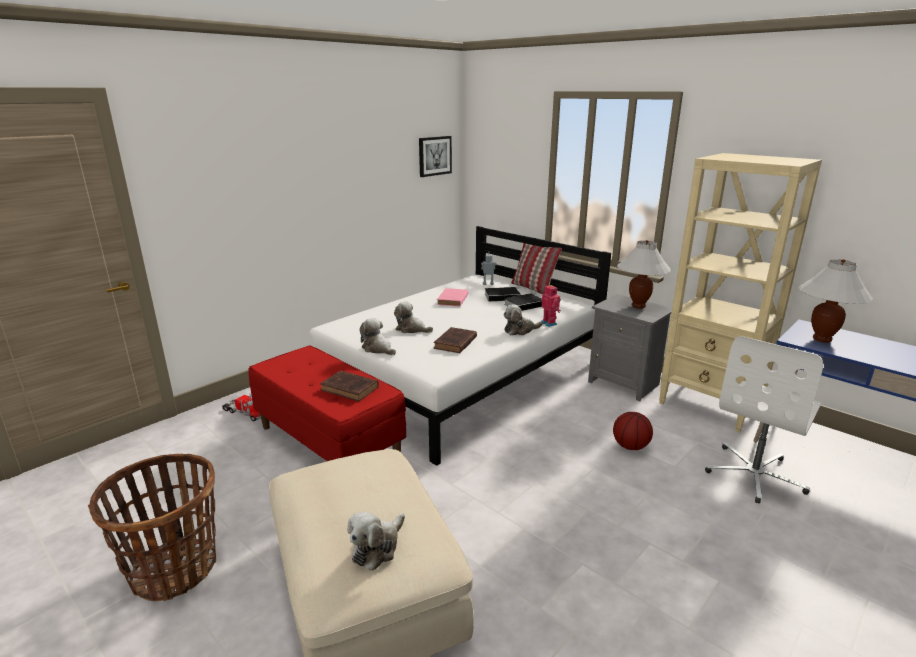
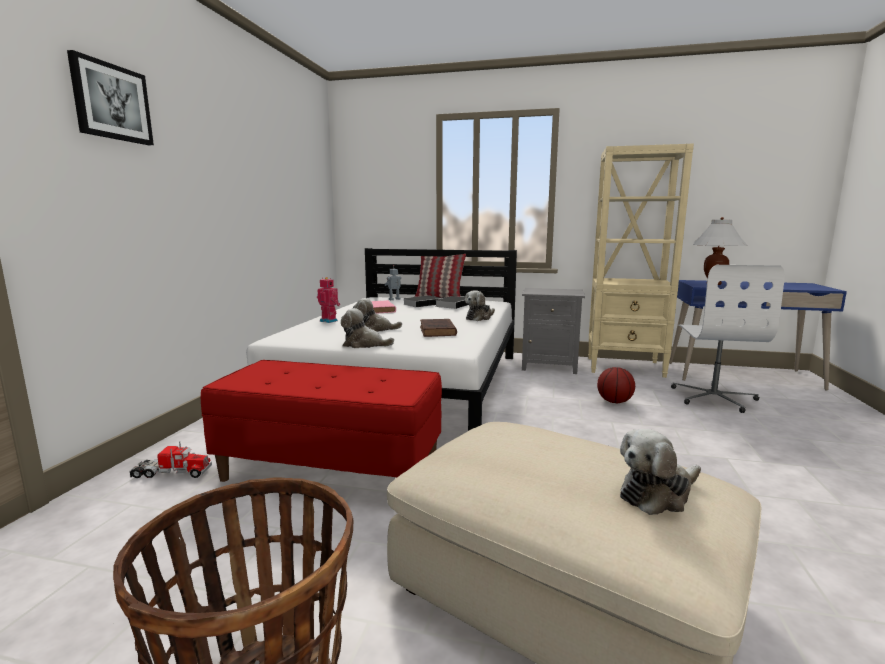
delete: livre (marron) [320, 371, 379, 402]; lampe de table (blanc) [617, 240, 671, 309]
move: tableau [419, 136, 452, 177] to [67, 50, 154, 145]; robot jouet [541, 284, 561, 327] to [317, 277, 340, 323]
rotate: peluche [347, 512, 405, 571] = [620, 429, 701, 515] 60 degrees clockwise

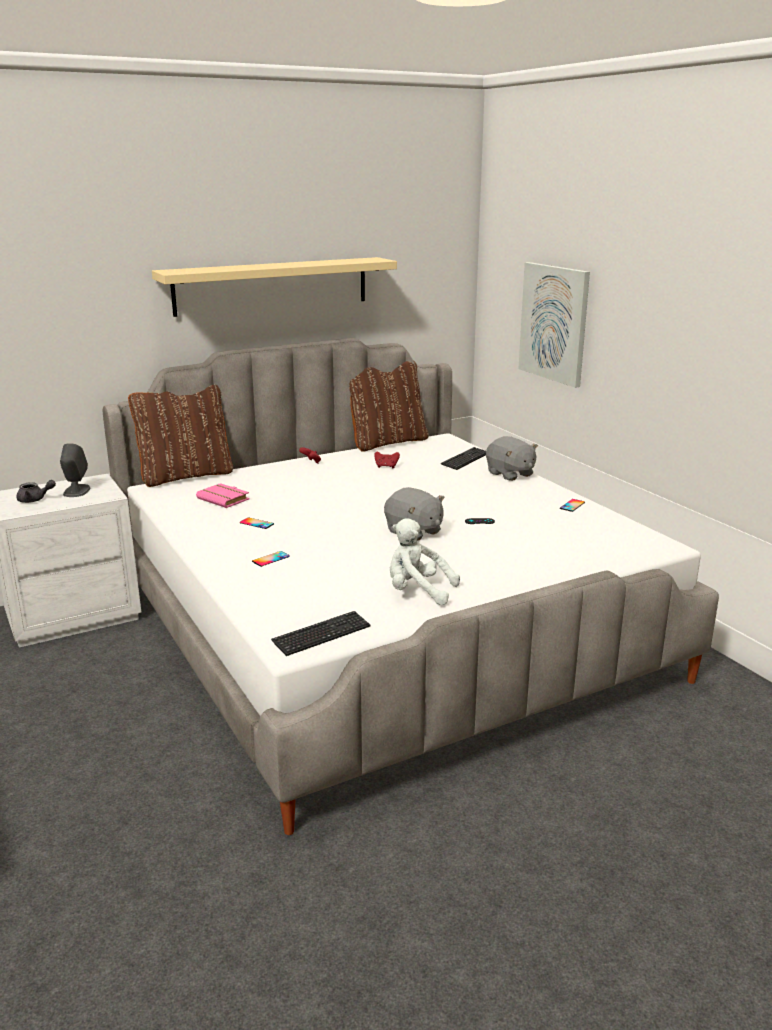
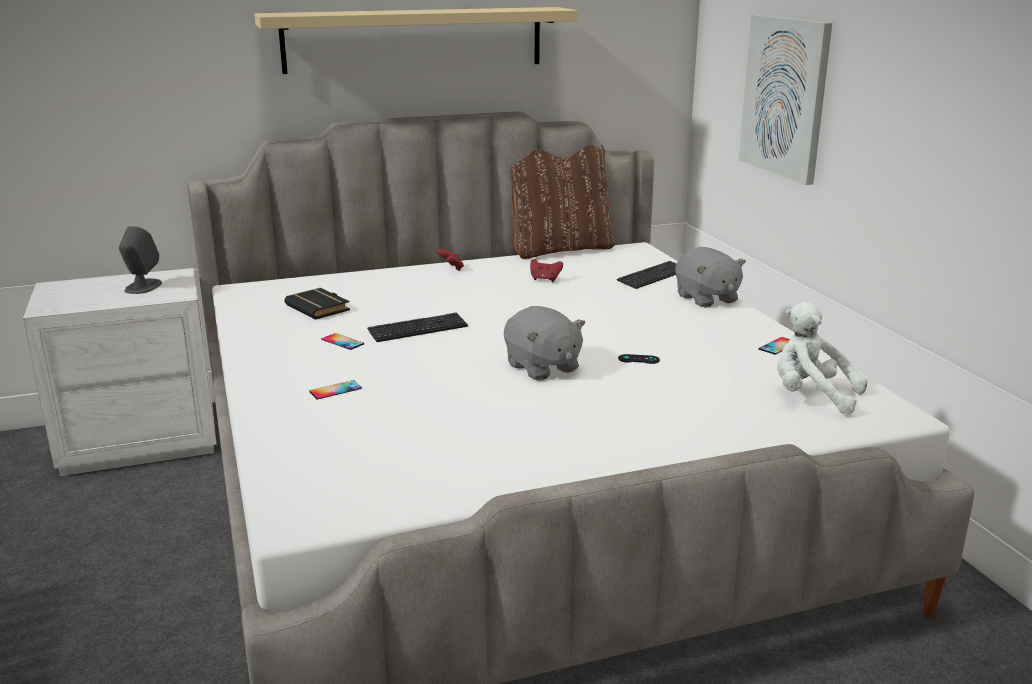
delete: théière (gris) [16, 480, 56, 503]; coussin (marron) [128, 385, 233, 487]
move: clavier [271, 611, 371, 656] to [367, 313, 468, 342]; peluche (blanc) [390, 519, 460, 605] to [777, 302, 867, 414]
recolor: livre (rose) [196, 483, 249, 508] to livre (noir) [284, 288, 350, 320]

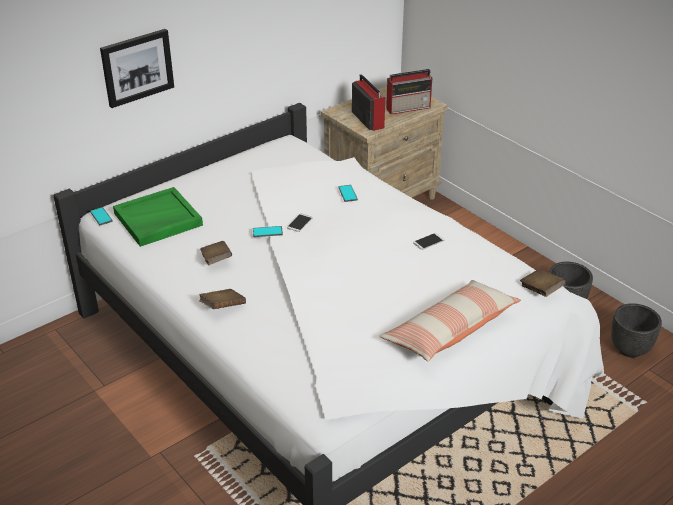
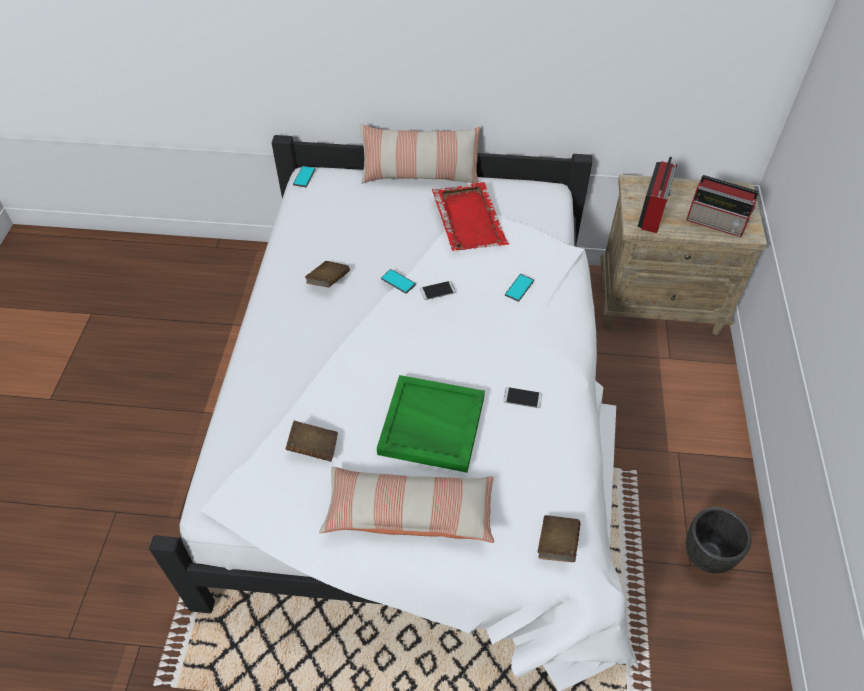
delete: tableau [100, 29, 174, 108]; cache-pot (noir) [611, 303, 662, 358]
insert: coussin [360, 124, 481, 184]; plateau (rouge) [432, 182, 509, 251]
move: livre (marron) [199, 289, 246, 309] to [286, 421, 338, 462]; plateau (vert) [113, 187, 203, 247] to [377, 375, 485, 473]

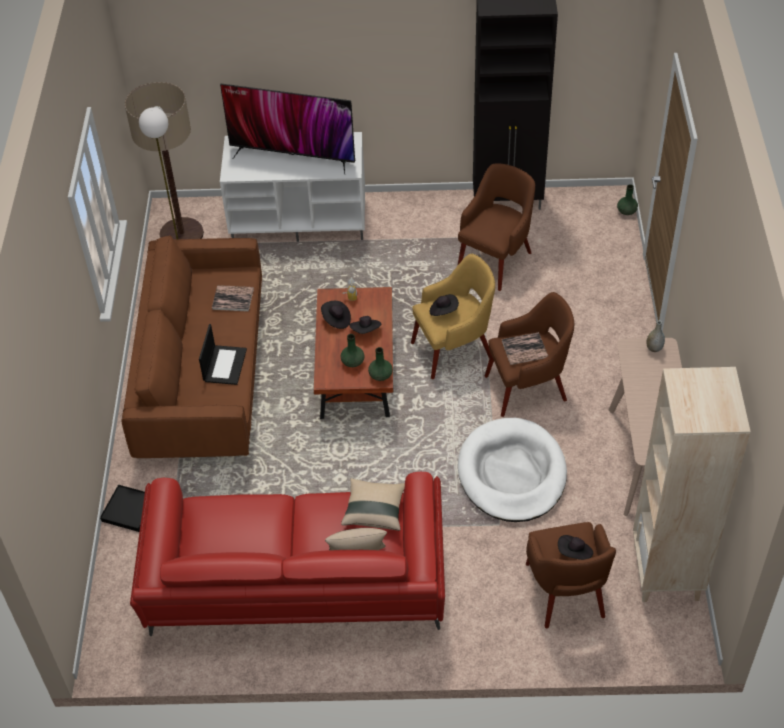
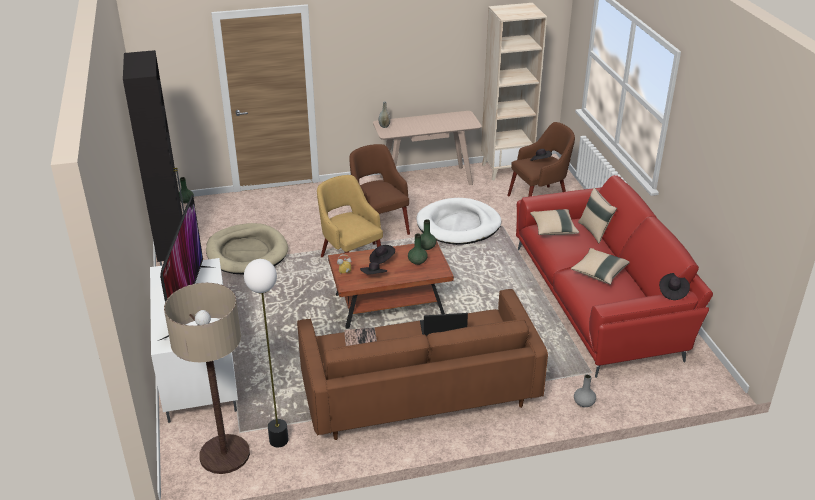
delete: livre [502, 332, 548, 365]
insert: coussin (beige) [571, 248, 630, 285]
move: chapeau (noir) [430, 294, 459, 316] to [659, 273, 690, 300]
replace: fauteuil (marron) [457, 163, 535, 291] to panier pour chien (beige) [206, 223, 288, 275]; plateau (noir) [100, 485, 145, 532] to vase (gris) [574, 374, 596, 407]

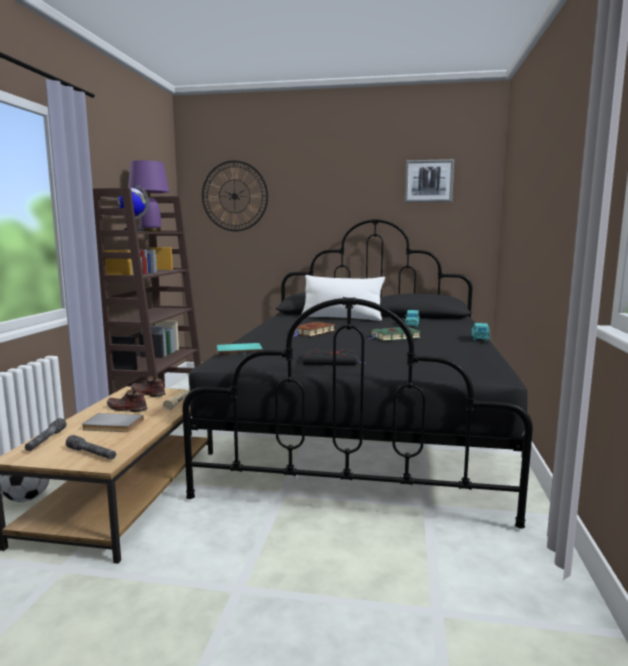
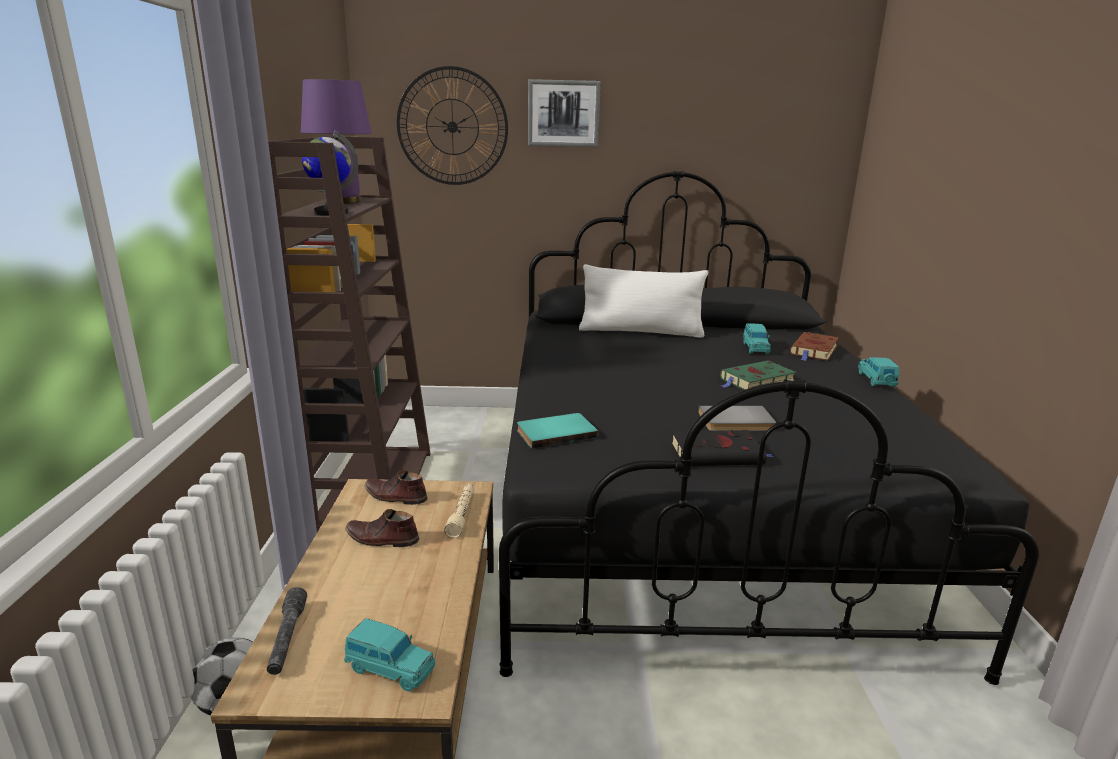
move: tableau [405, 159, 454, 202] to [528, 79, 601, 147]; livre (gris) [82, 413, 144, 432] to [698, 406, 776, 431]; livre (marron) [293, 322, 335, 337] to [790, 332, 839, 361]
replace: lampe de poche (gris) [66, 435, 116, 460] to petite voiture (turquoise) [344, 618, 435, 692]

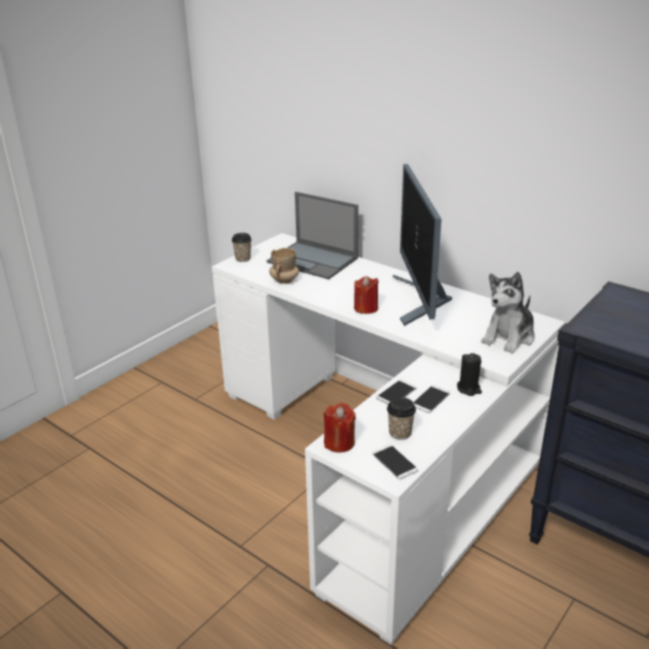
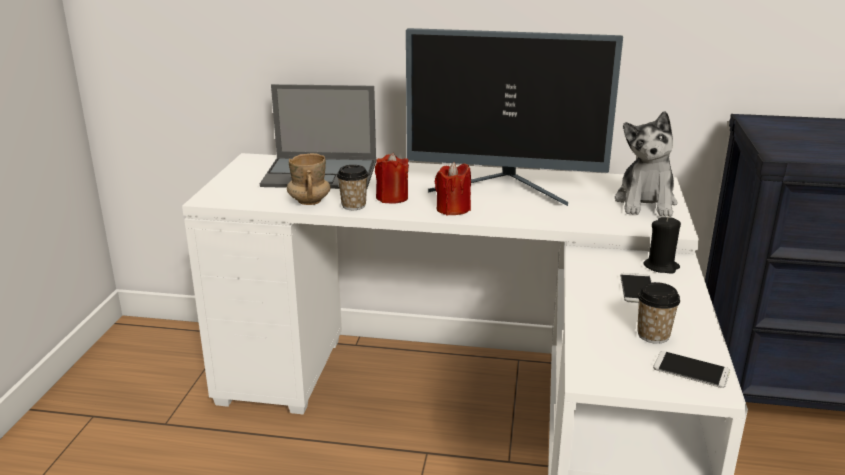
delete: téléphone [376, 380, 417, 404]
move: tasse [232, 233, 252, 262] to [337, 165, 368, 210]; bougie (rouge) [324, 403, 356, 452] to [375, 153, 409, 204]
rotate: écran d'ordinateur [392, 164, 452, 326] = [406, 28, 623, 206] 45 degrees counterclockwise

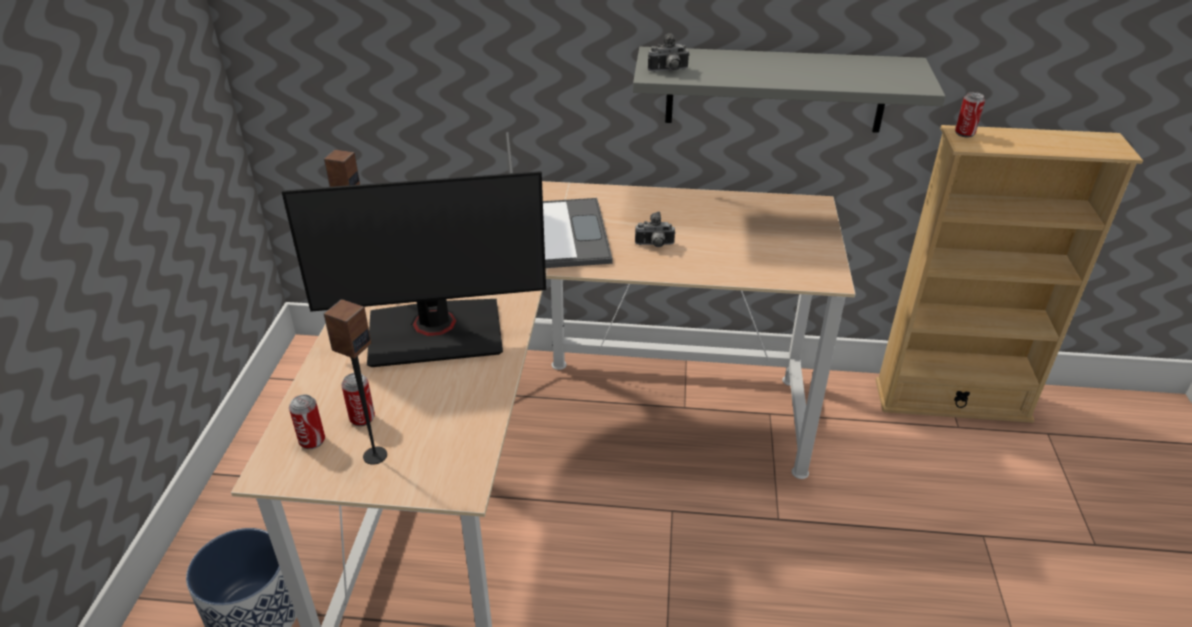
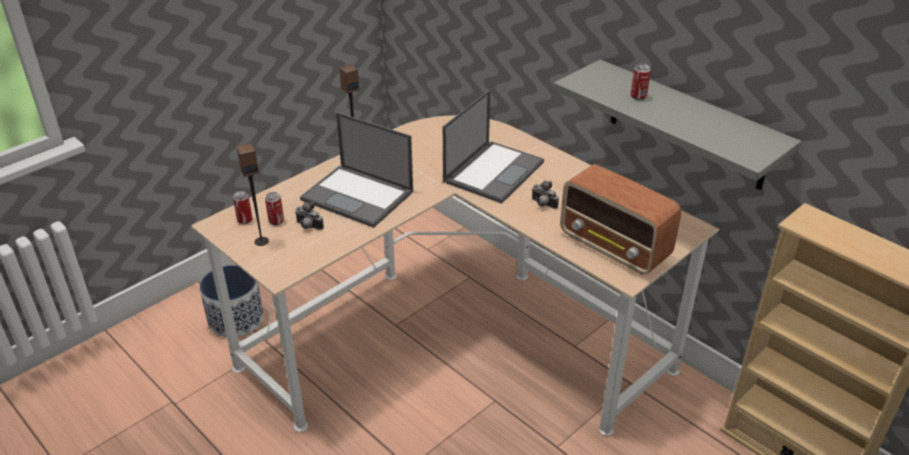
insert: radio [560, 164, 681, 275]
move: appareil photo [648, 33, 690, 72] to [295, 202, 324, 230]; boîte métallique [955, 92, 985, 137] to [631, 63, 651, 100]
replace: écran d'ordinateur [282, 171, 546, 367] to ordinateur portable [300, 112, 413, 228]

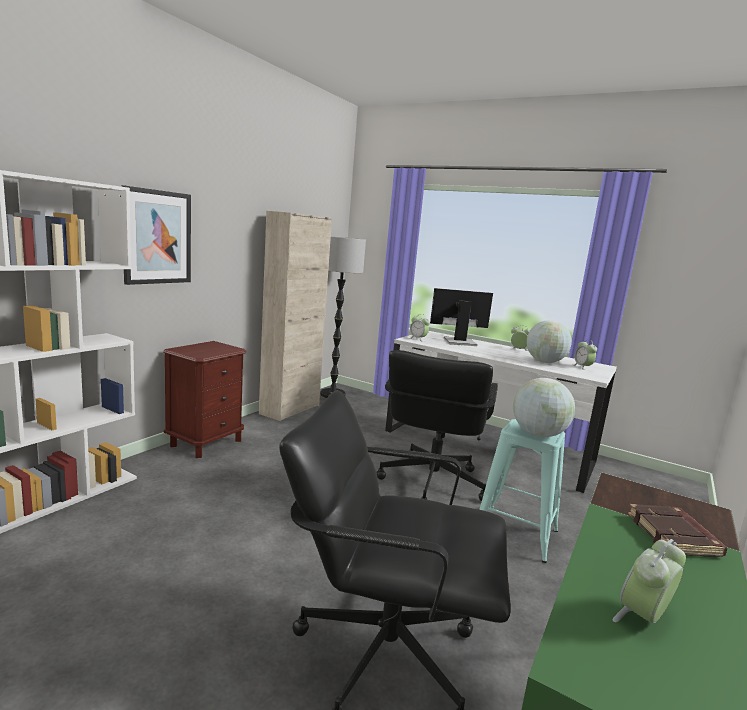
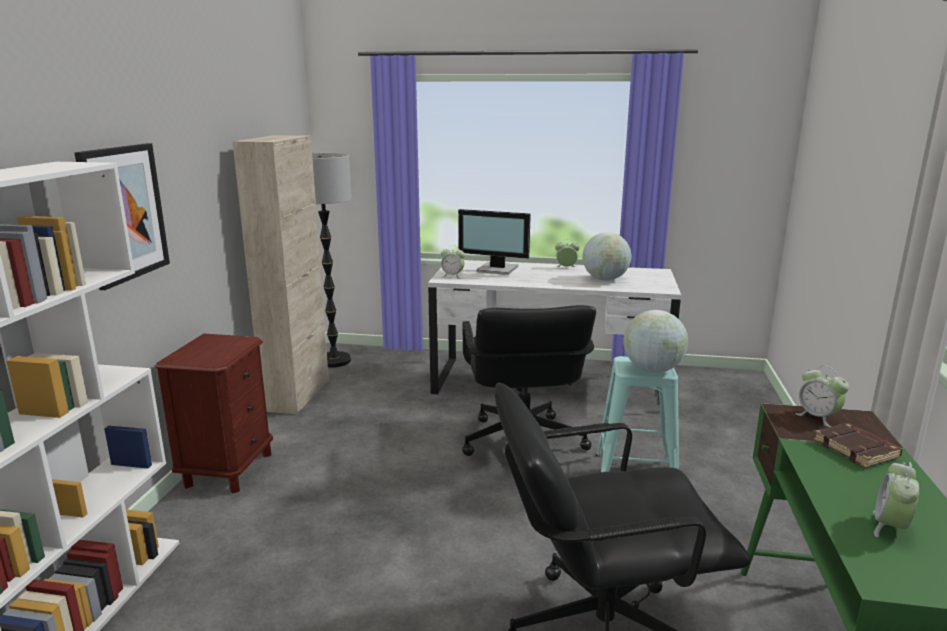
move: réveil [573, 339, 597, 370] to [795, 366, 849, 427]
rotate: écran d'ordinateur [430, 288, 493, 346] = [458, 209, 531, 275] 135 degrees counterclockwise

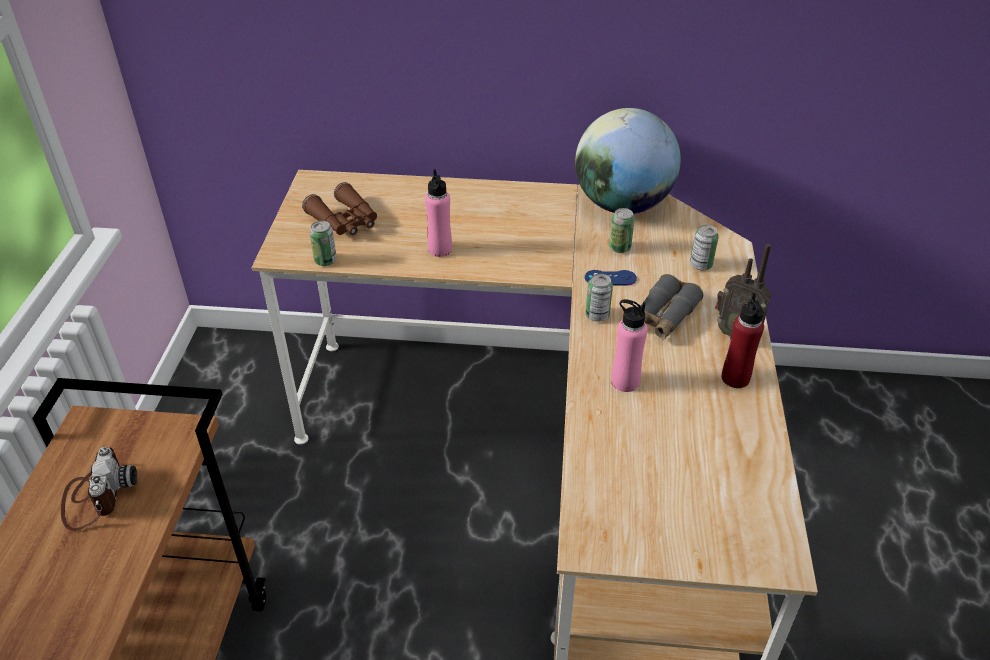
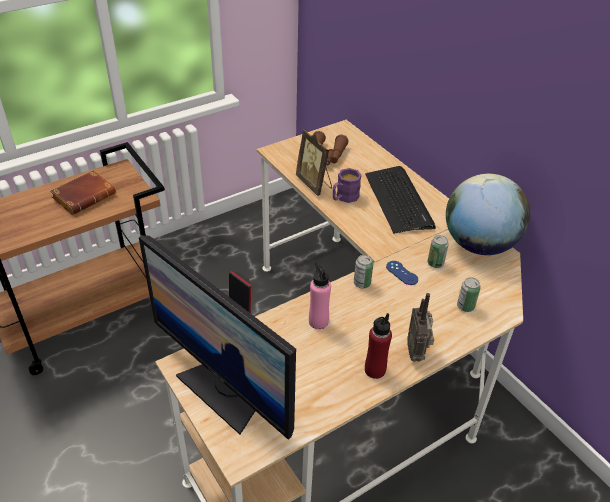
delete: boîte métallique [309, 221, 337, 266]; jumelles (gris) [641, 274, 703, 340]
insert: écran d'ordinateur [139, 235, 296, 440]; cadre photo [296, 129, 332, 196]; clavier [365, 166, 436, 234]
replace: appareil photo [61, 447, 137, 531] to livre (marron) [50, 170, 116, 215]; bouteille (rose) [425, 169, 452, 257] to mug (violet) [333, 168, 362, 203]

